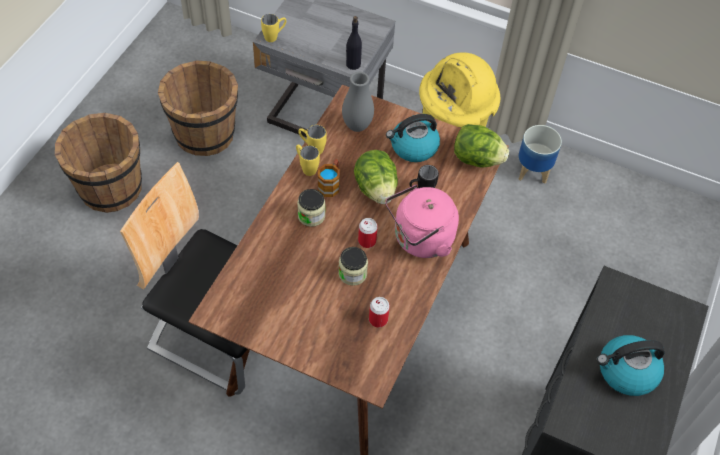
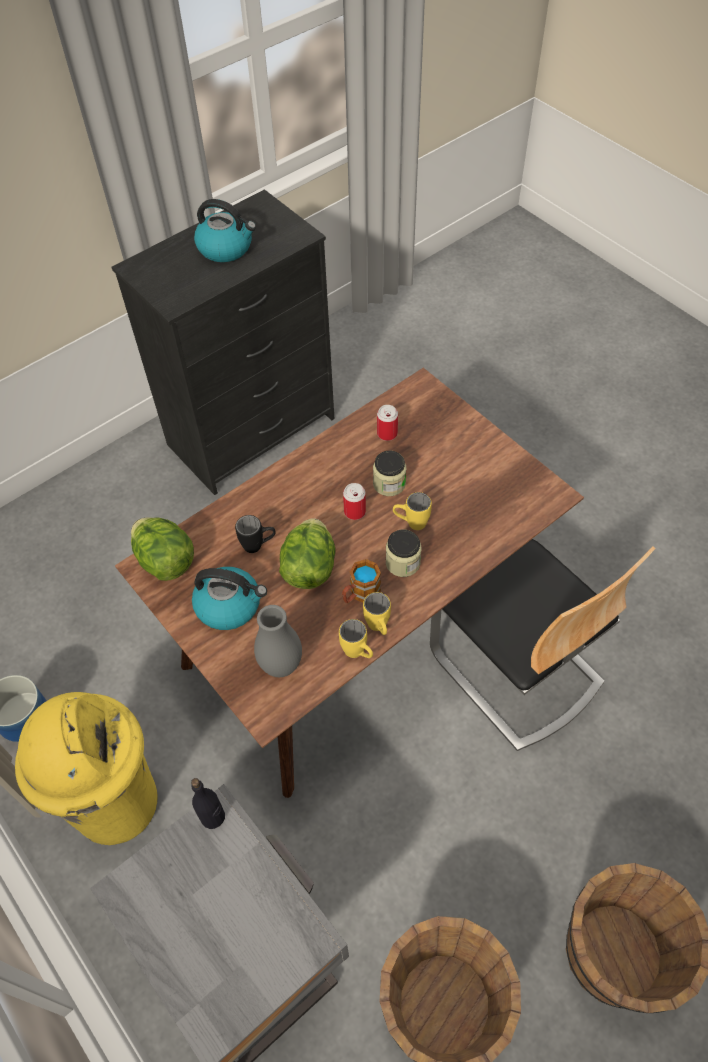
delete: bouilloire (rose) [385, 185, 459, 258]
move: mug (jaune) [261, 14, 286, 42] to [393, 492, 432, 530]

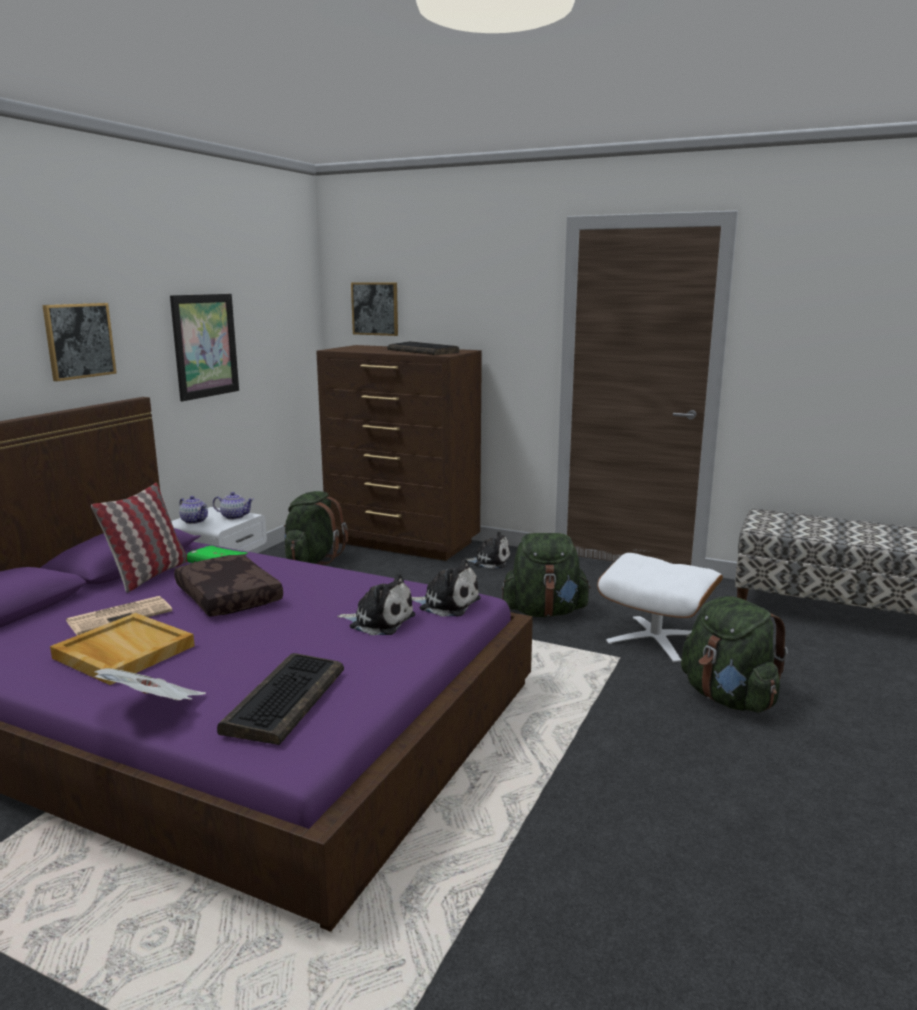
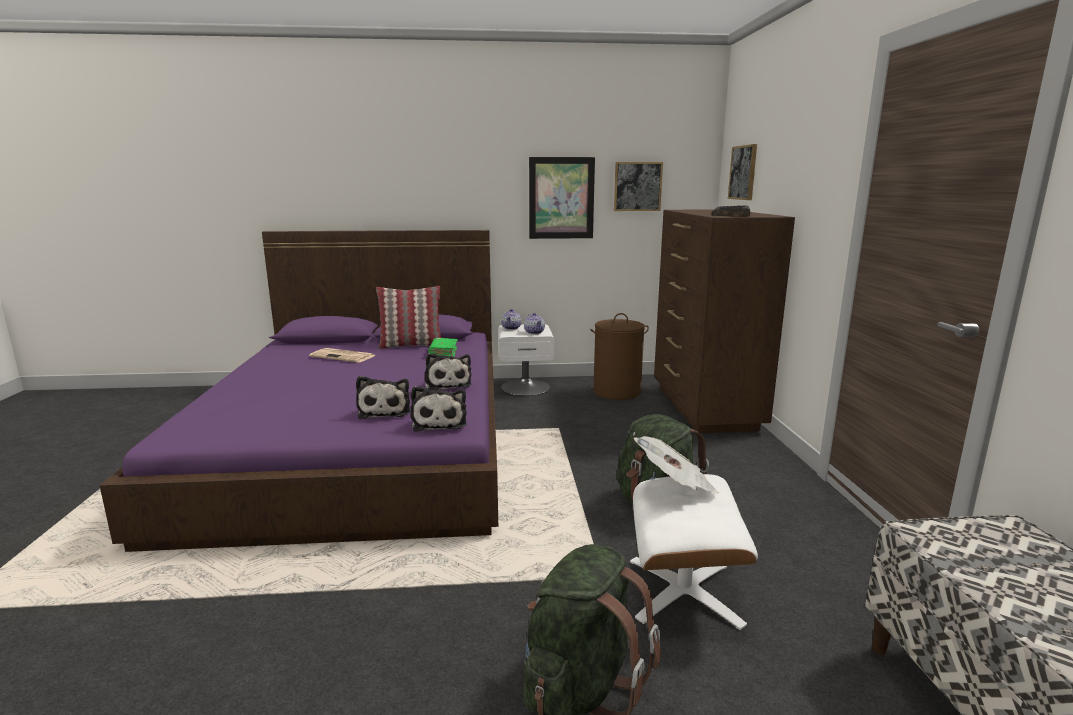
delete: plateau (beige) [50, 613, 195, 685]; coussin (marron) [174, 554, 283, 617]; clavier [217, 653, 344, 745]
move: peluche [466, 532, 510, 569] to [425, 353, 472, 390]; tableau [42, 303, 117, 381] to [614, 162, 663, 211]; journal [94, 668, 206, 701] to [634, 436, 719, 493]
replace: sac à dos (vert) [284, 491, 348, 565] to panier à linge (marron) [590, 313, 649, 400]

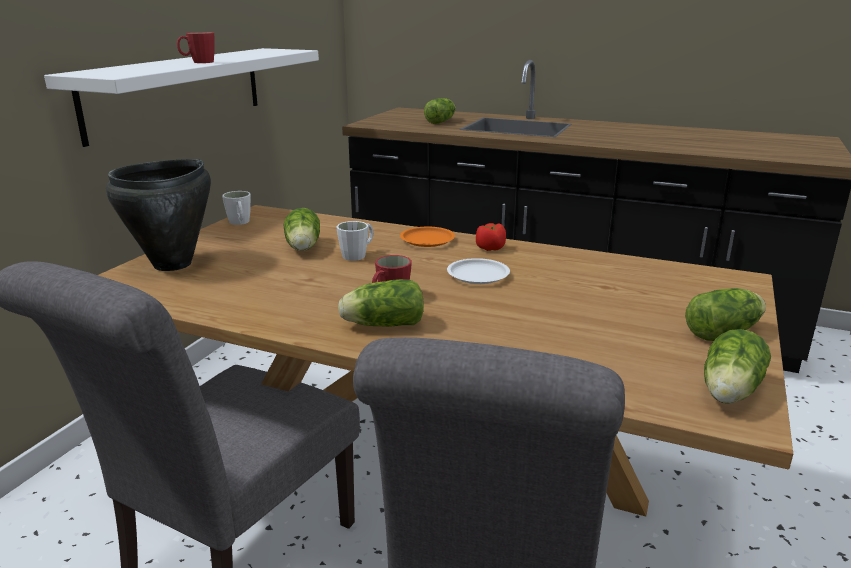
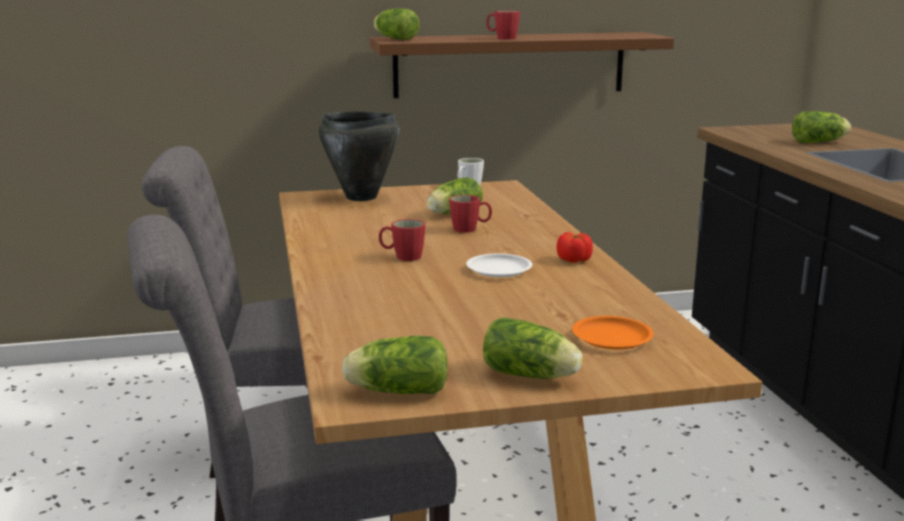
move: laitue [338, 279, 424, 327] to [374, 8, 420, 40]; assiette (orange) [400, 227, 455, 247] to [572, 316, 654, 349]
recolor: étagère (blanc) [44, 48, 319, 147] to étagère (marron) [369, 32, 674, 98]; mug (blanc) [336, 221, 373, 261] to mug (rouge) [449, 195, 492, 233]

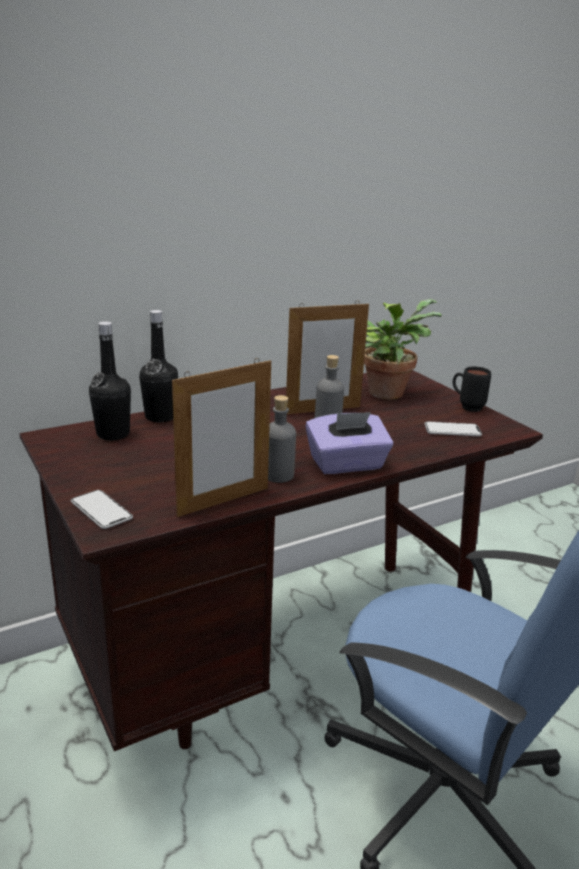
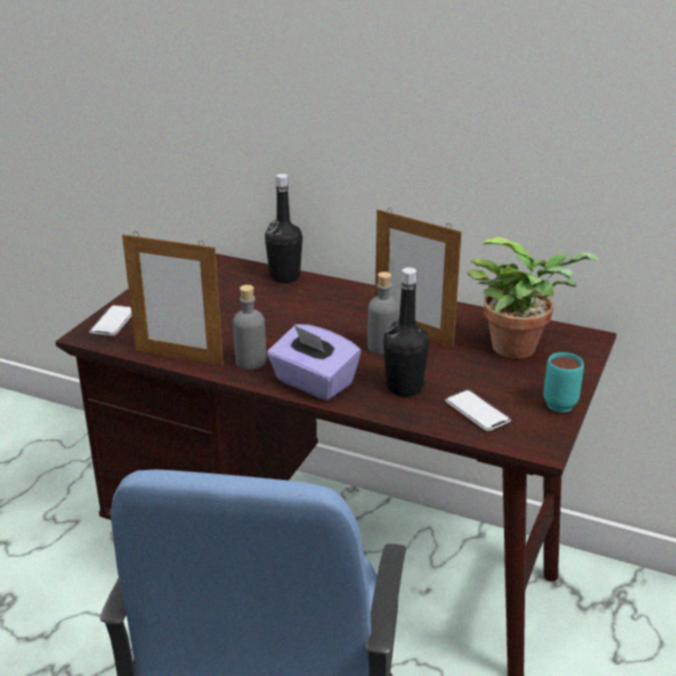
move: bouteille (noir) [89, 321, 131, 440] to [383, 268, 430, 397]
recolor: mug (noir) [453, 366, 491, 412] to mug (turquoise) [543, 352, 584, 413]

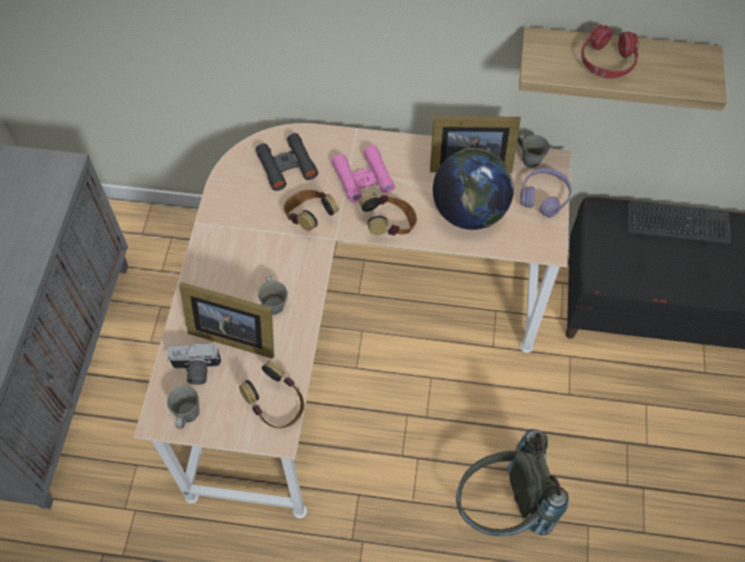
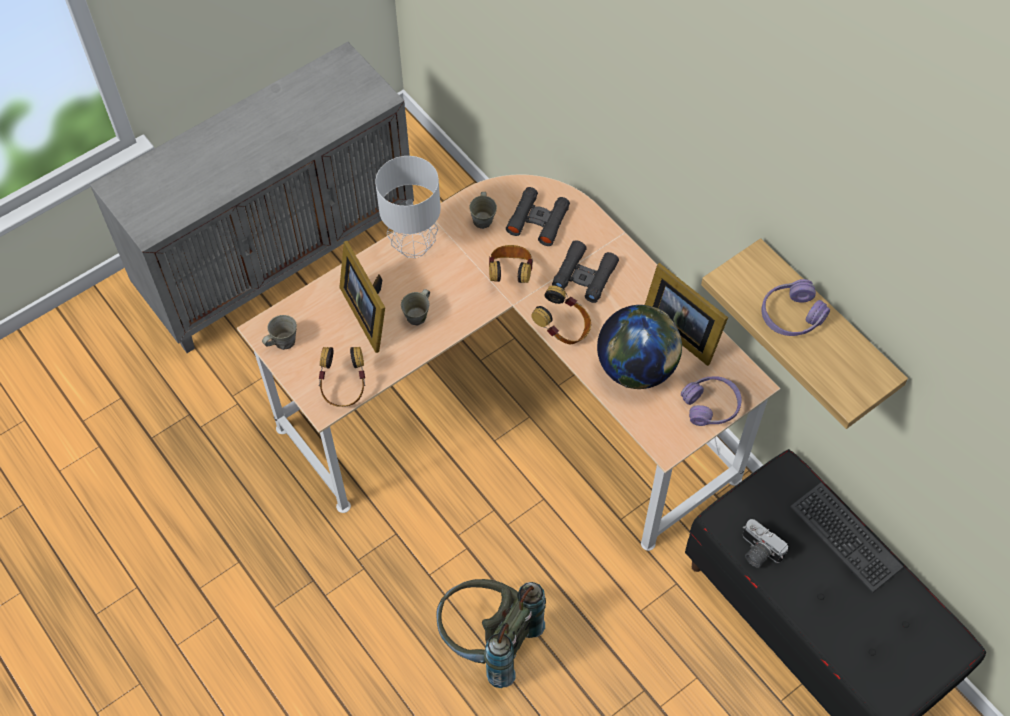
insert: lampe de table (gris) [375, 156, 441, 258]
move: mug (gris) [517, 134, 550, 168] to [469, 192, 497, 229]; appareil photo [167, 343, 221, 385] to [743, 519, 788, 568]
recolor: jumelles (rose) [332, 145, 394, 203] to jumelles (noir) [552, 240, 619, 303]; casque audio (rouge) [581, 24, 638, 78] to casque audio (violet) [761, 279, 830, 336]

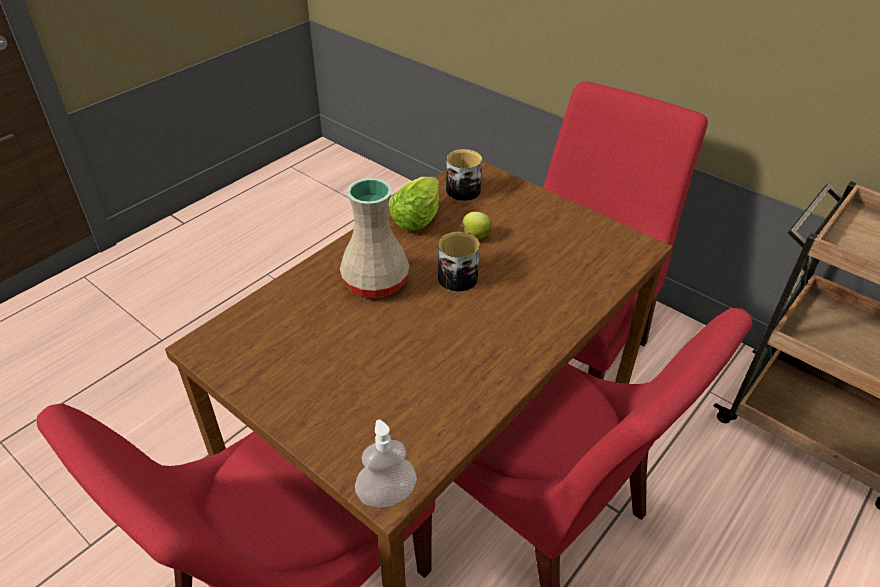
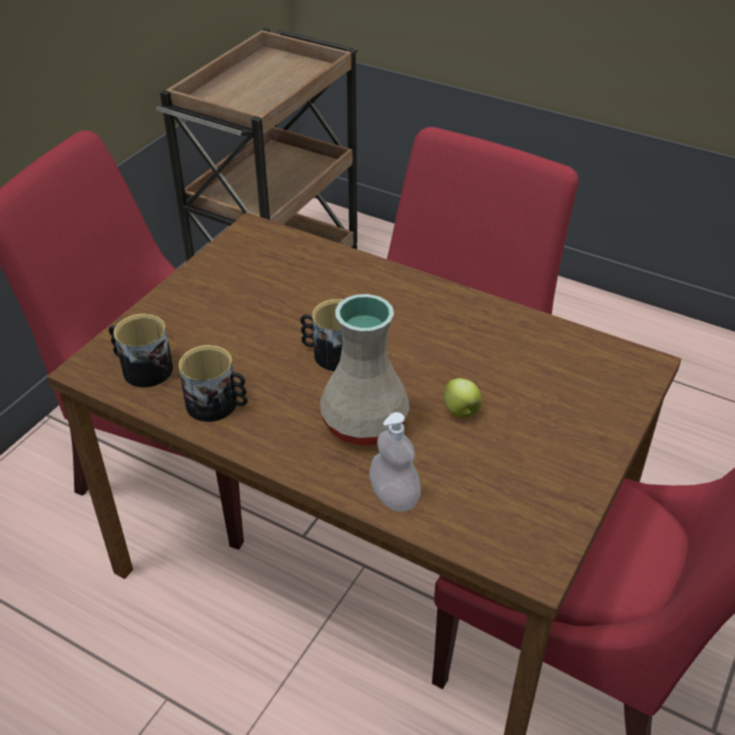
move: distributeur de savon [355, 420, 417, 508] to [369, 412, 421, 511]; pomme [460, 212, 491, 239] to [444, 378, 482, 418]
replace: laitue [389, 177, 439, 231] to mug [178, 345, 248, 422]

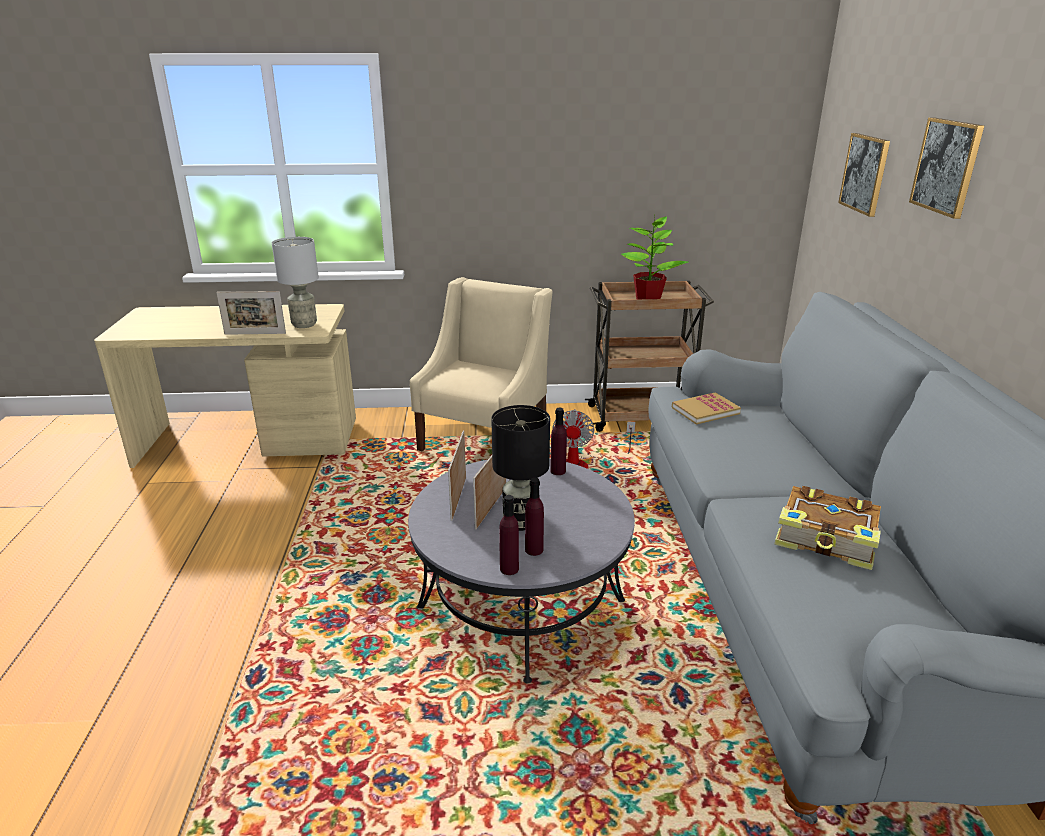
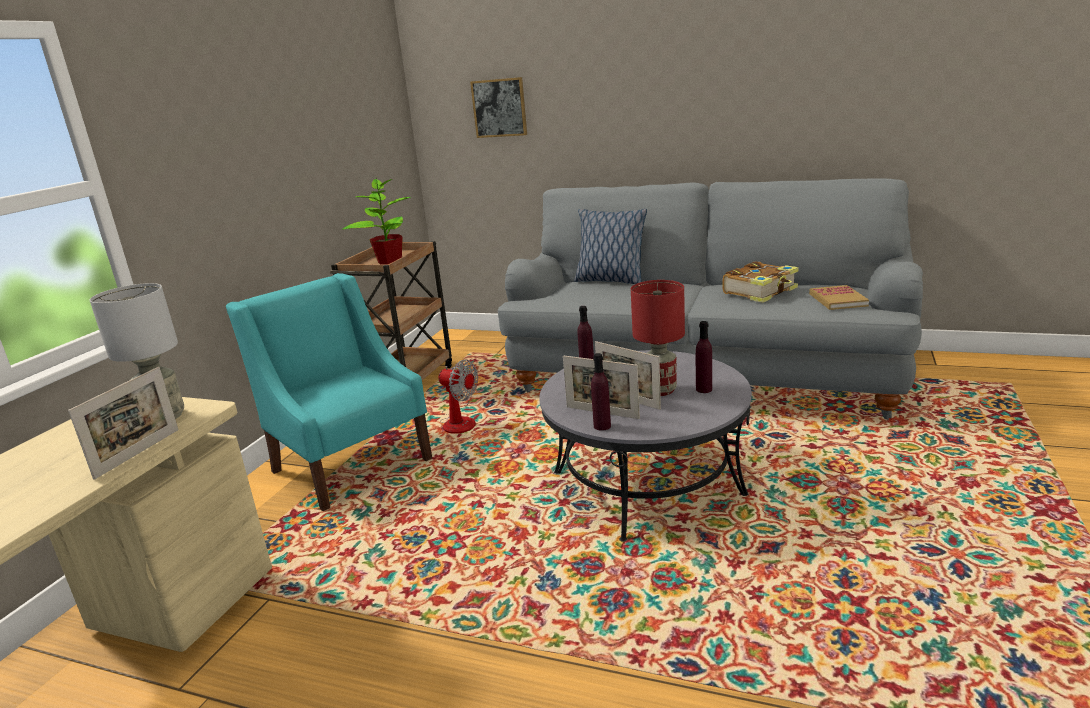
delete: tableau [909, 117, 984, 219]
insert: coussin [574, 209, 647, 284]
move: bouteille (violet) [499, 495, 519, 575] to [591, 353, 611, 431]; livre [672, 392, 741, 424] to [809, 285, 869, 310]
recolor: fauteuil (beige) [410, 277, 553, 451] to fauteuil (turquoise) [226, 273, 432, 511]; lampe de table (noir) [491, 405, 550, 531] to lampe de table (rouge) [631, 280, 685, 396]

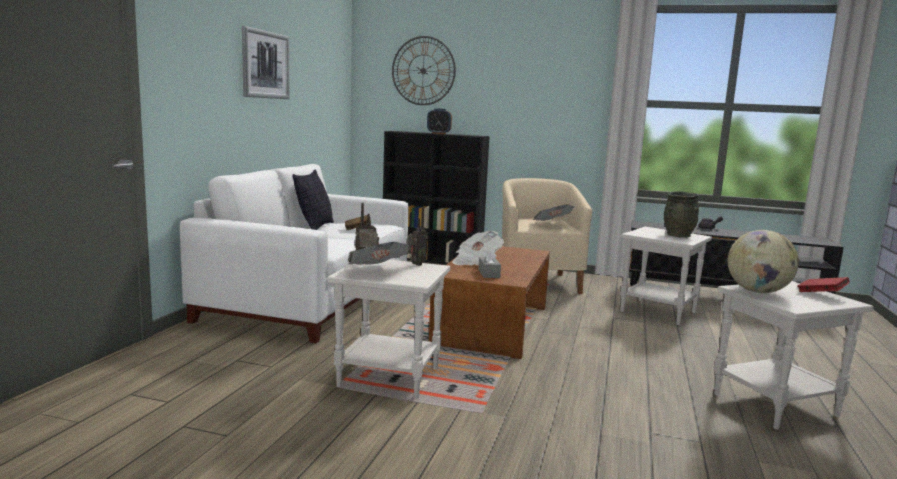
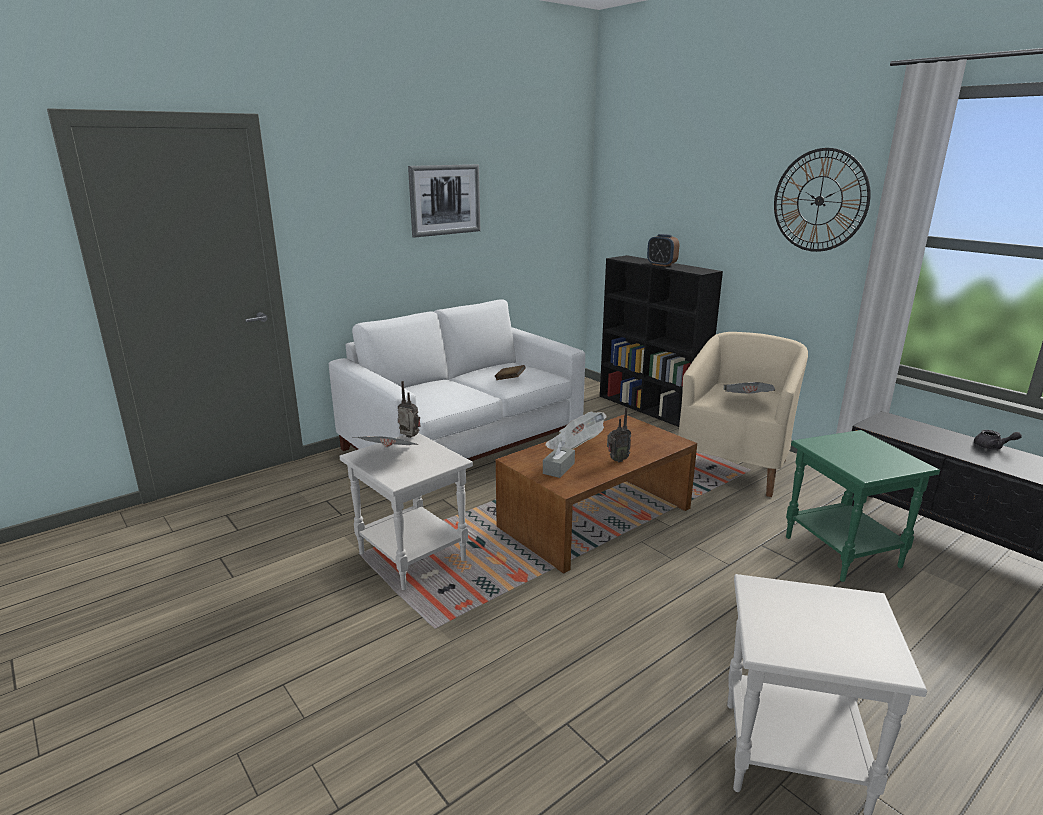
delete: coussin [292, 170, 334, 230]; vase (gris) [664, 191, 699, 238]; globe [728, 230, 799, 293]; livre (rouge) [798, 277, 849, 292]
move: radio [407, 207, 428, 266] to [607, 407, 631, 462]; horloge murale [392, 36, 456, 105] to [774, 148, 871, 252]
recolor: table d'appoint (blanc) [620, 227, 712, 325] to table d'appoint (vert) [786, 430, 940, 582]

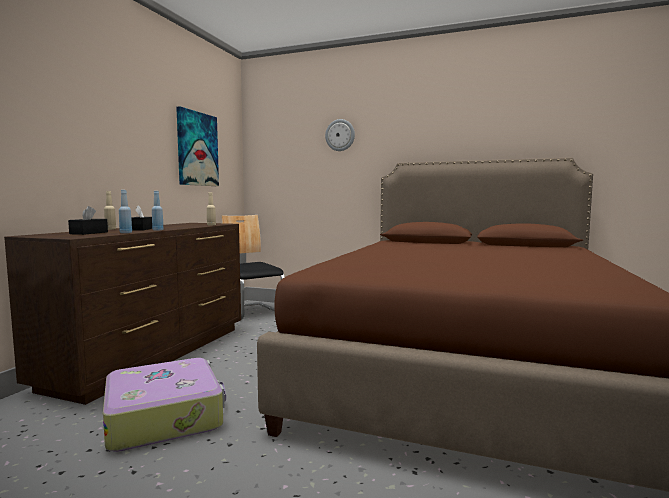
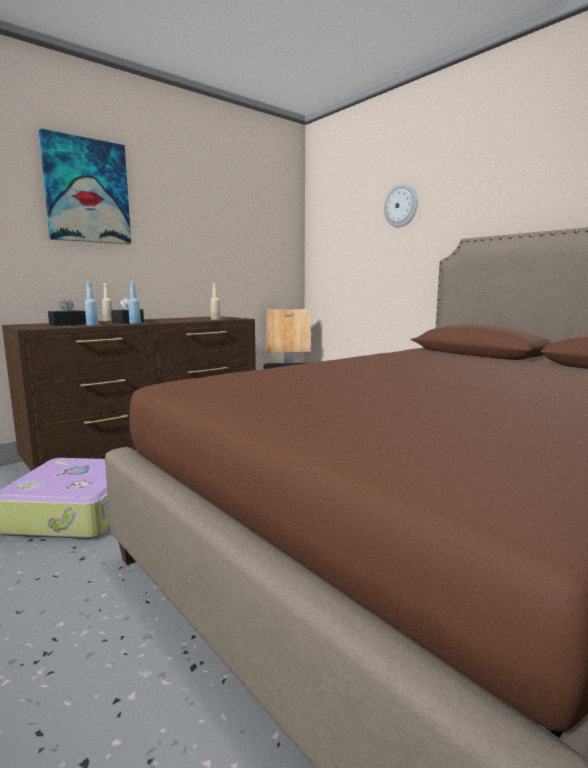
move: tableau [176, 106, 219, 186] to [39, 128, 131, 244]

